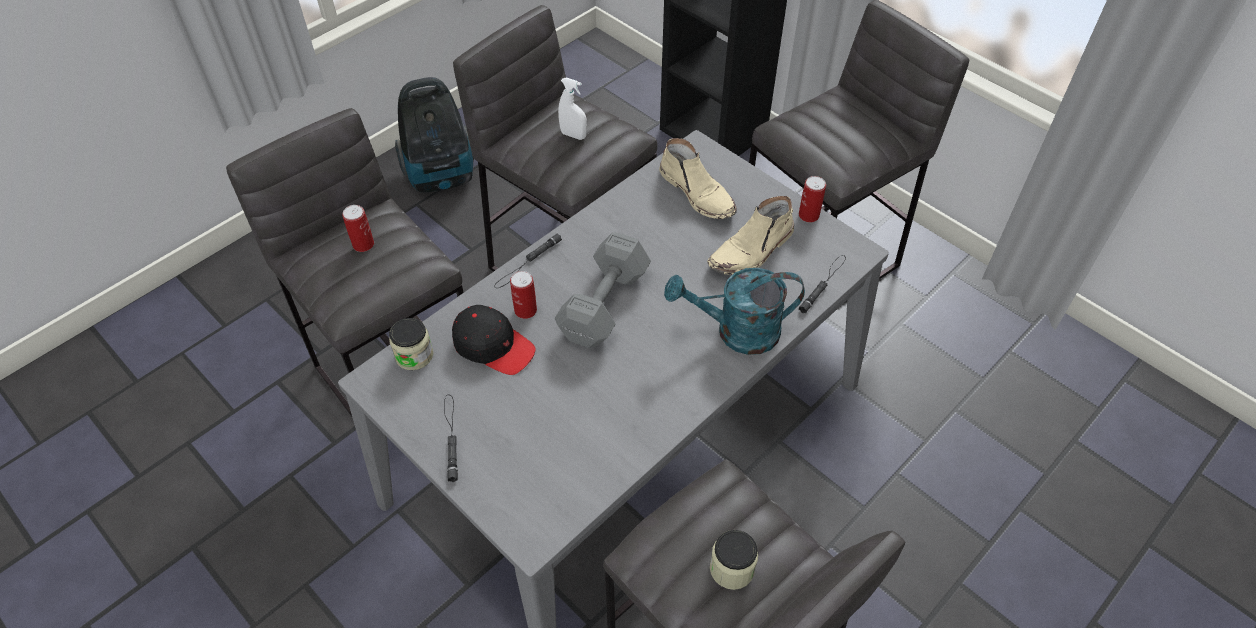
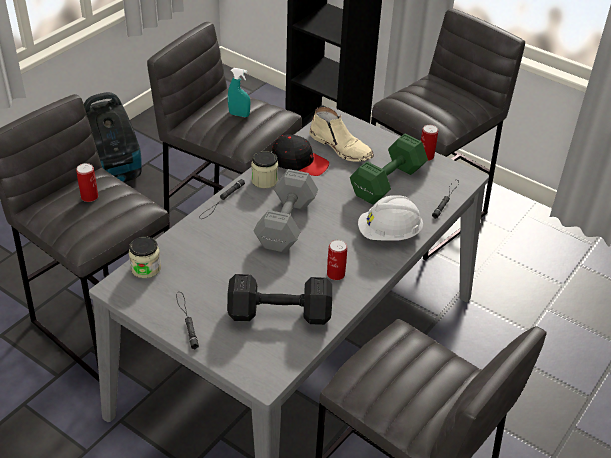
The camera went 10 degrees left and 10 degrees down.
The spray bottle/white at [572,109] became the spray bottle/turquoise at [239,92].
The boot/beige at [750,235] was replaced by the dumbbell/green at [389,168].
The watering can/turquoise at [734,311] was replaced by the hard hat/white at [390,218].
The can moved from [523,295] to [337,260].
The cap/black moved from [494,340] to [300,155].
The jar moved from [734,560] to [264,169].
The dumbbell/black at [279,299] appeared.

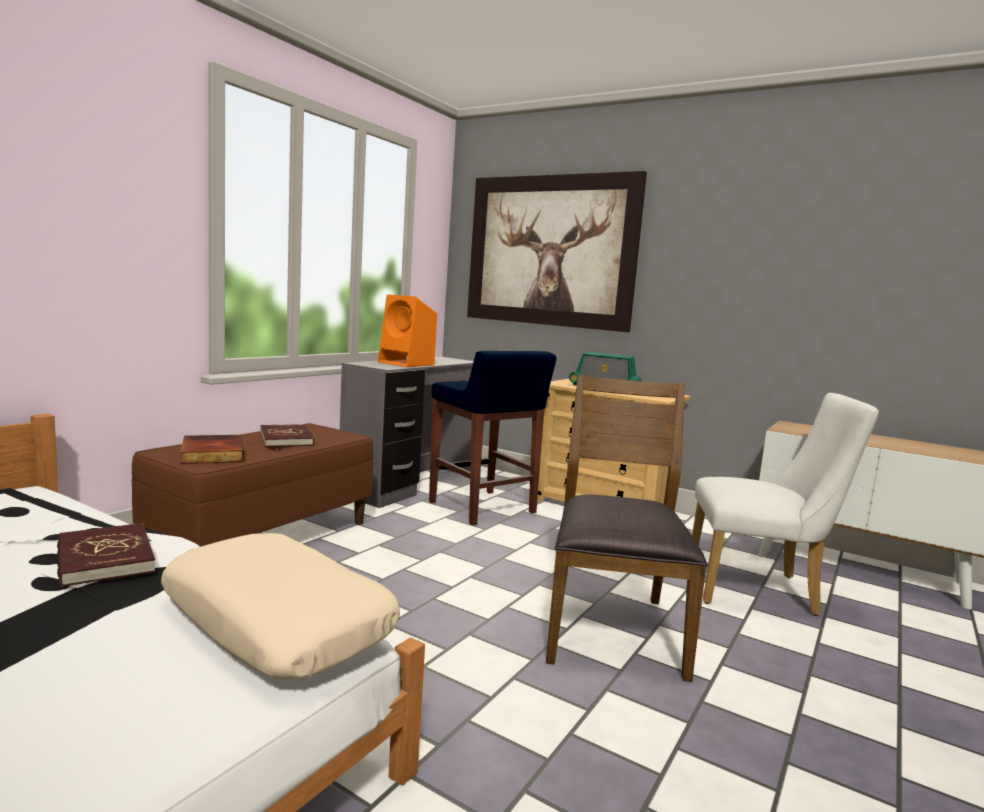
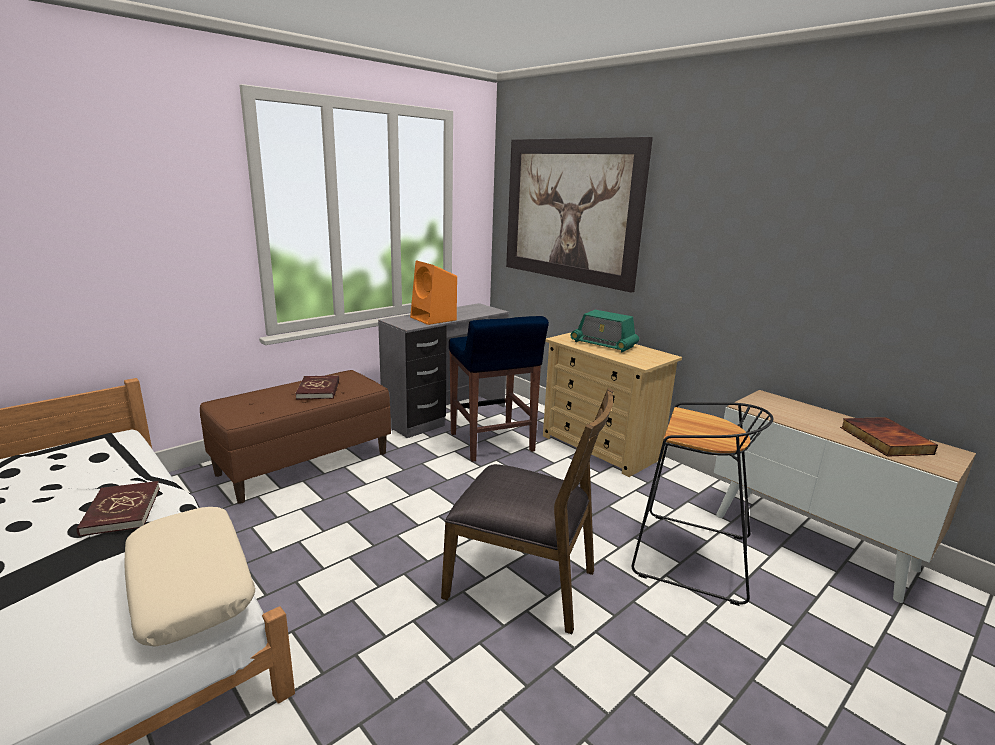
The camera went 15 degrees right and 10 degrees up.
The chair/brown at [627,528] turned 90 degrees clockwise.
The chair/white at [785,504] was replaced by the stool/black at [702,504].
The book moved from [212,449] to [889,437].

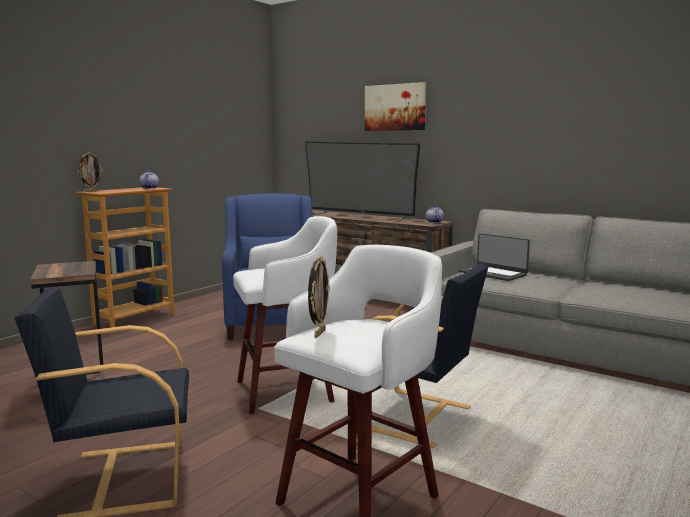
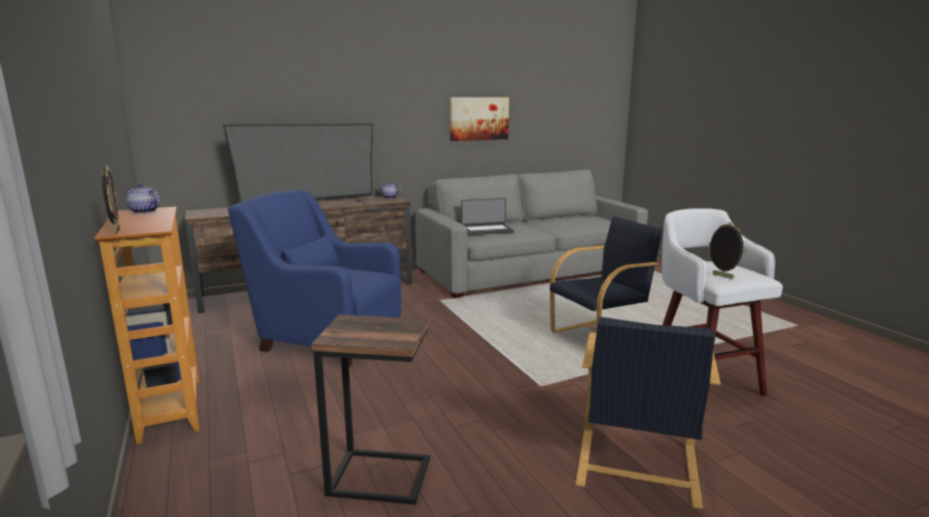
The camera went 60 degrees left and 5 degrees up.
The picture moved from [395,106] to [479,119].
The stool/white at [285,315] disappeared.

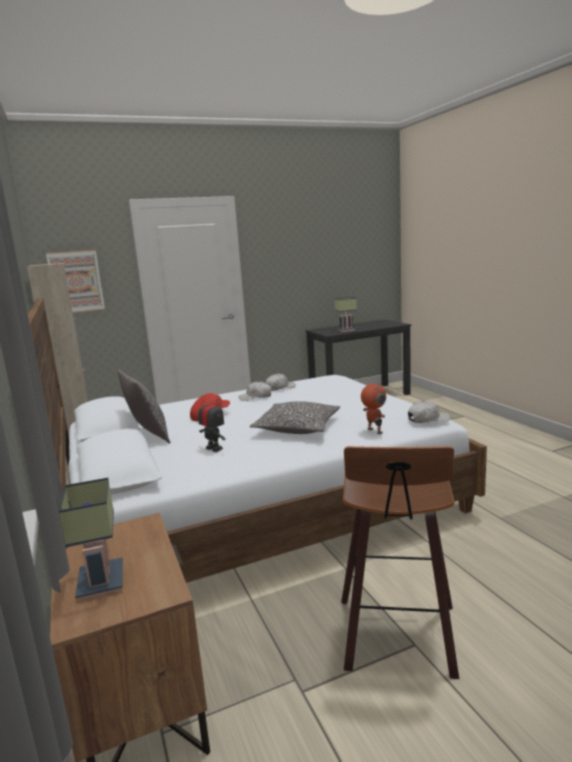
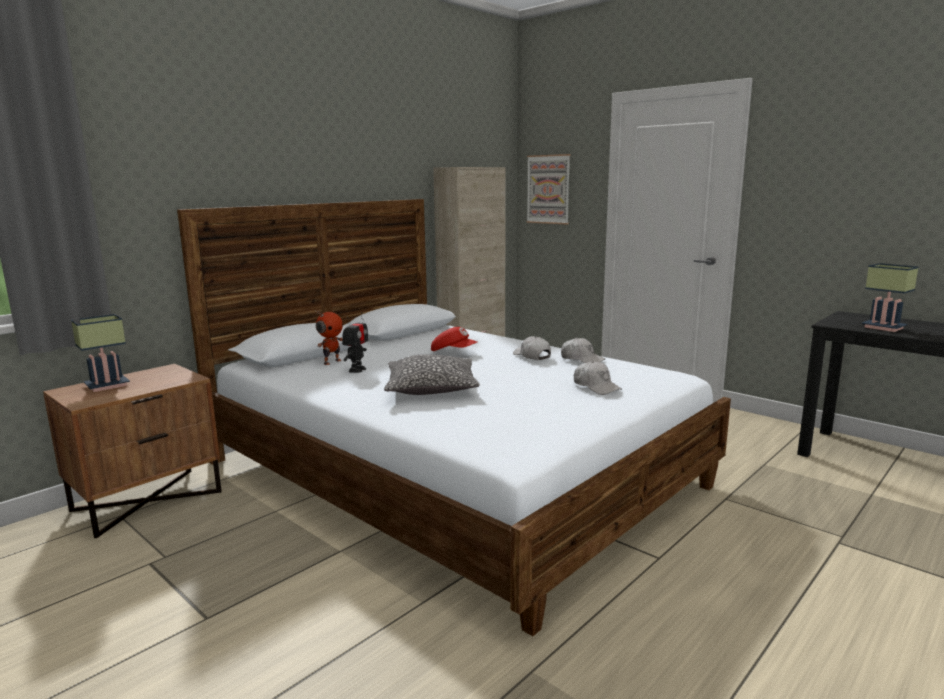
The camera went 65 degrees right and 0 degrees up.
The pillow at [144,406] disappeared.
The toy robot moved from [373,408] to [329,337].
The cap/white moved from [429,412] to [598,378].
The stool at [400,562] disappeared.

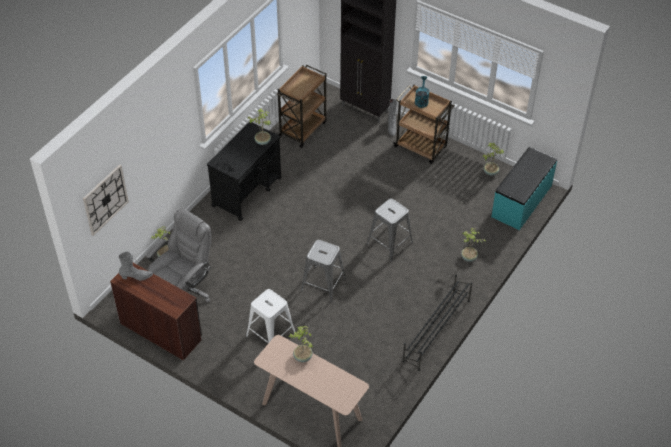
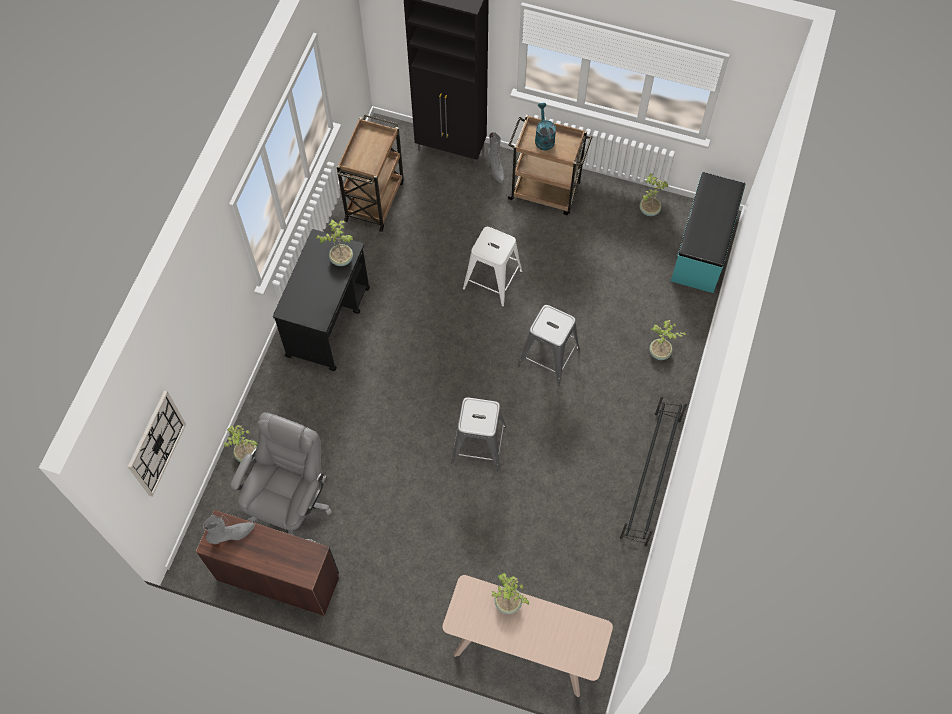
The camera went 15 degrees left and 15 degrees up.
The stool/white moved from [270,316] to [493,267].

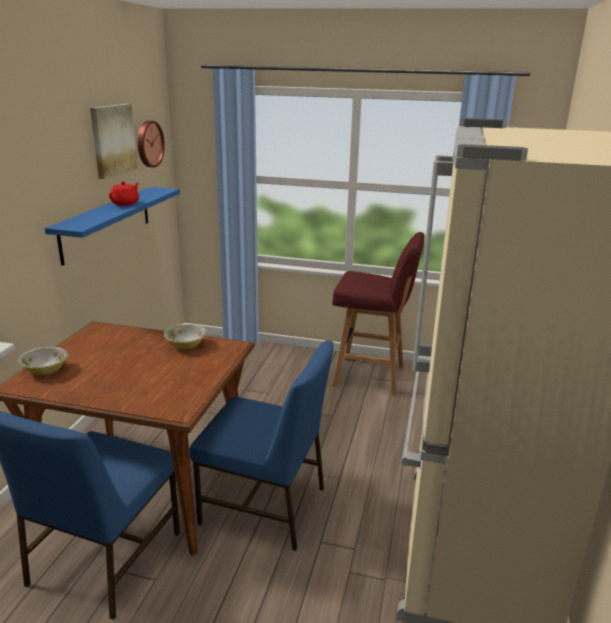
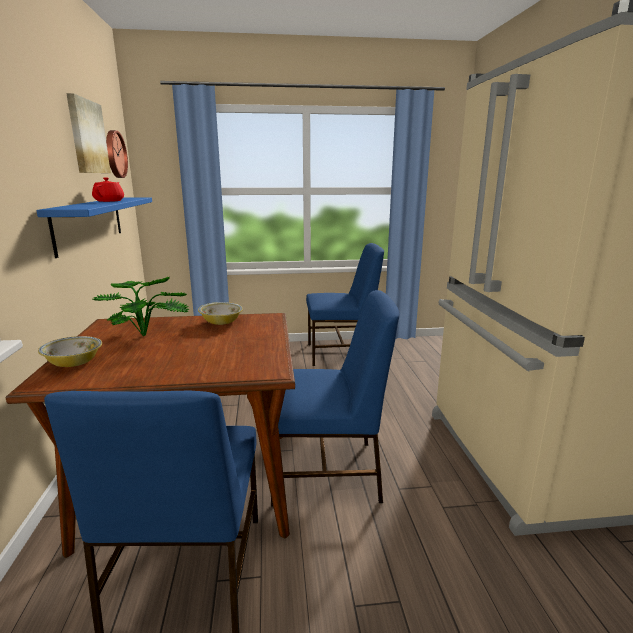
The camera went 20 degrees left and 5 degrees down.
The stool/red at [378,314] was replaced by the chair/blue at [345,304].
The potted plant at [141,306] appeared.

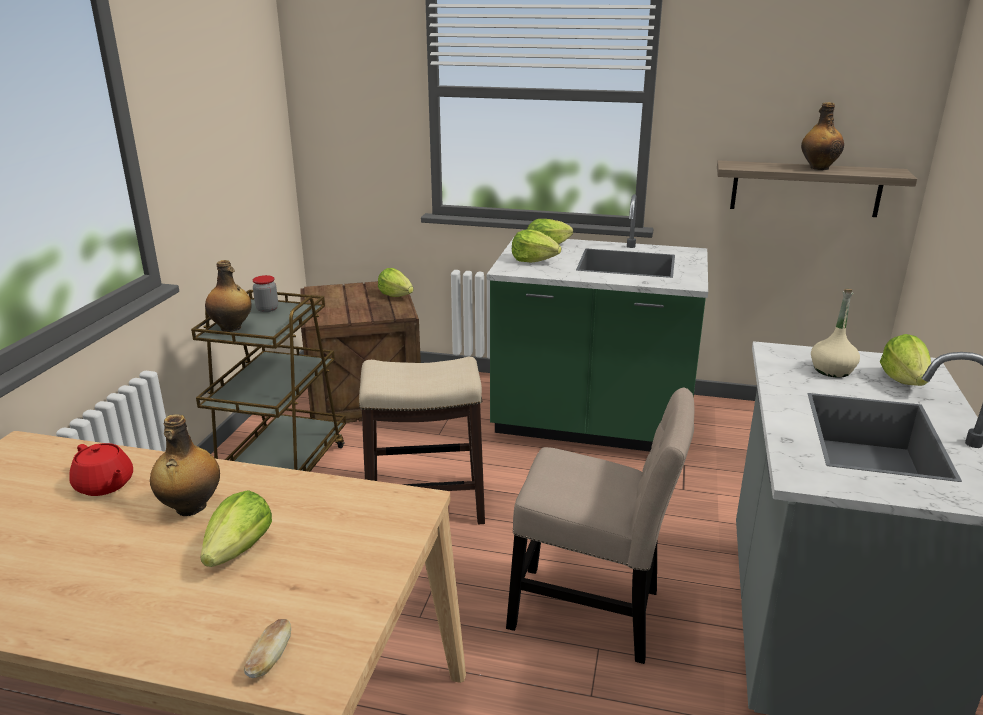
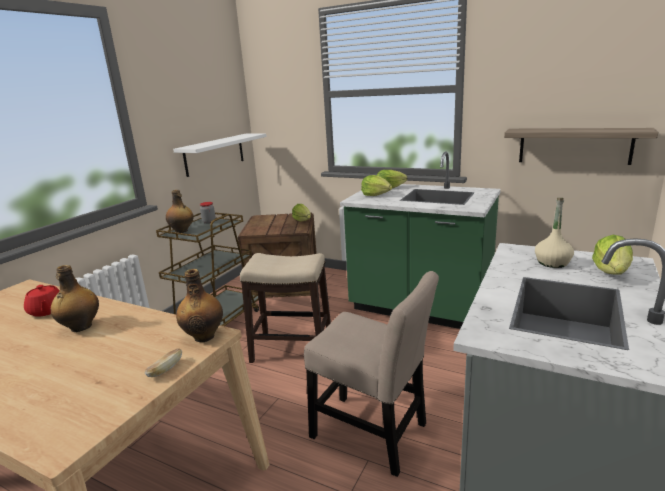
The camera went 15 degrees right and 5 degrees down.
The bottle moved from [822,136] to [199,305].
The lettuce at [236,528] disappeared.
The bread moved from [267,648] to [163,362].
The shelf/white at [220,155] appeared.

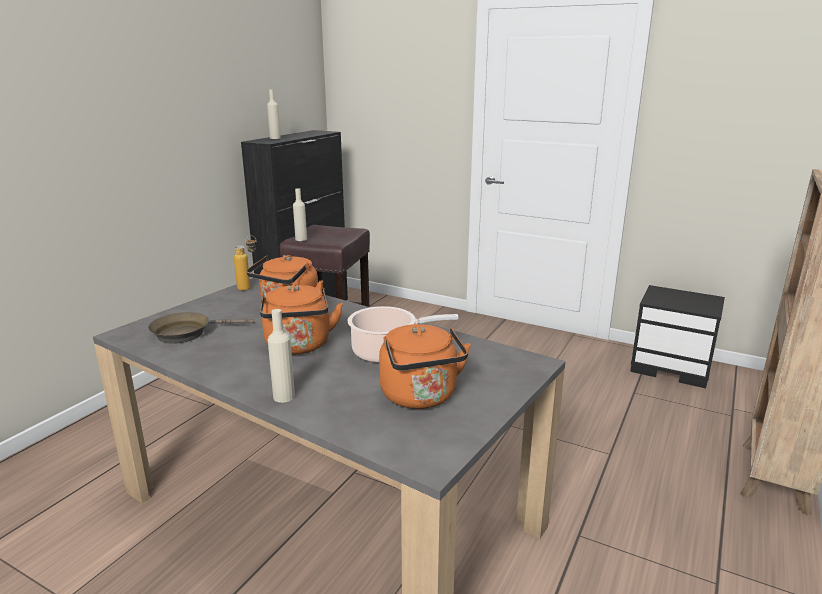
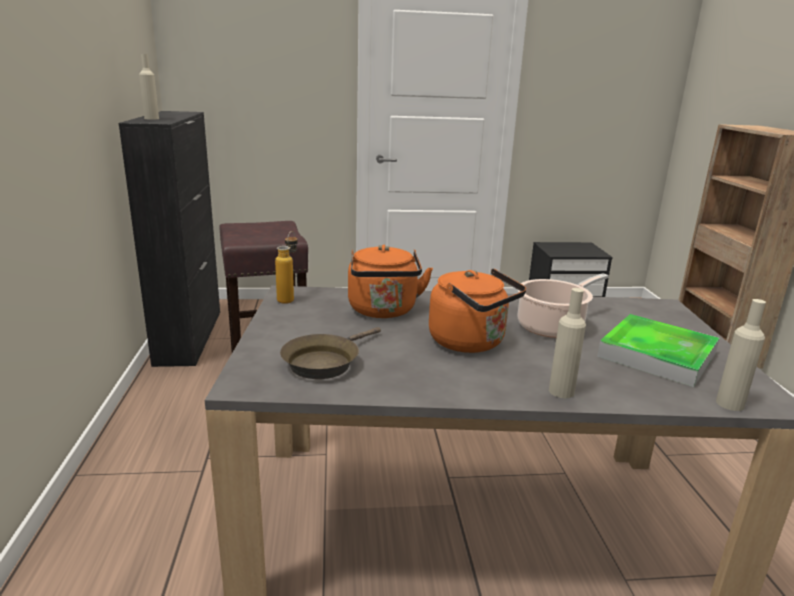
The camera went 35 degrees left and 0 degrees up.
The bottle/beige moved from [300,214] to [741,355].
The kettle/orange at [425,366] was replaced by the tray at [658,350].

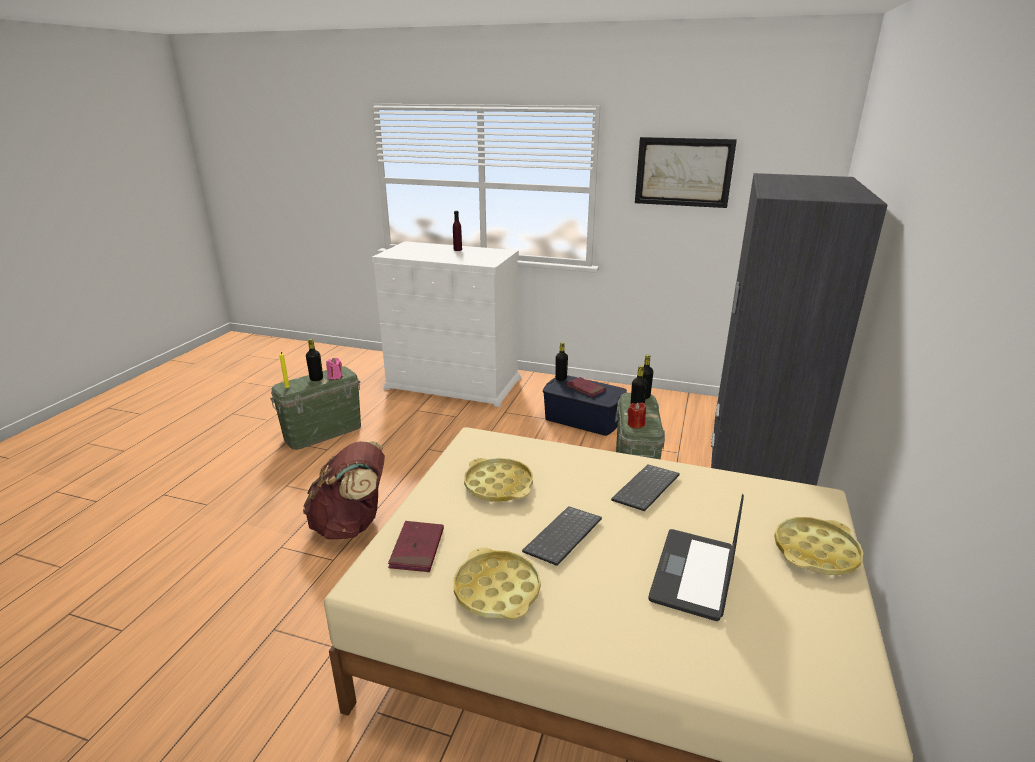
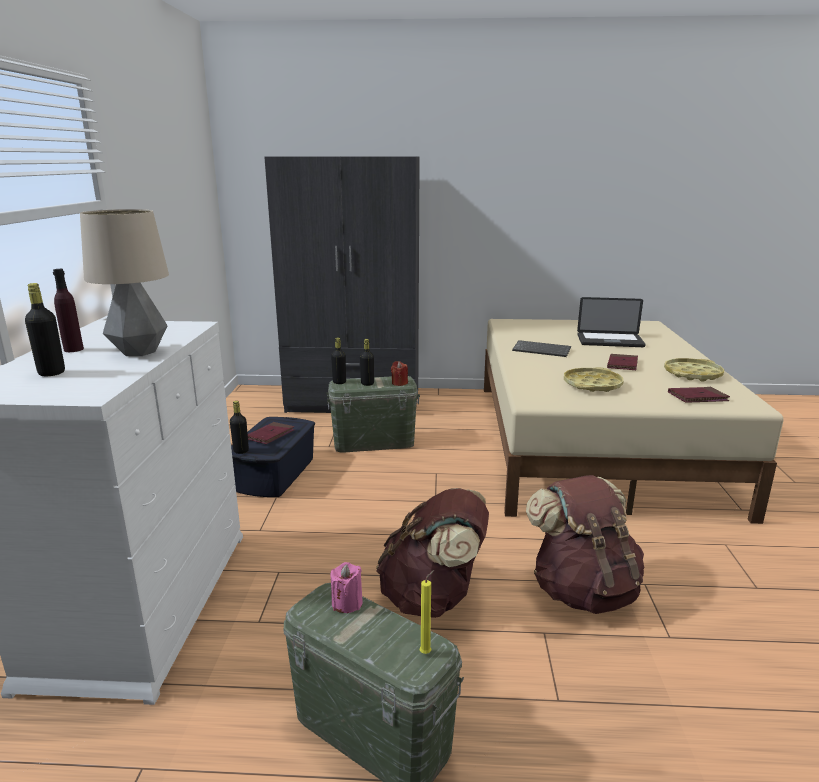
The camera went 105 degrees left and 5 degrees down.
The picture at [686,172] disappeared.
The bottle/black moved from [314,360] to [45,329].
The keyboard at [562,536] was replaced by the book/red at [622,362].
The tray/yellow at [818,546] disappeared.
The table lamp at [124,282] appeared.
The backpack/brown at [432,553] appeared.

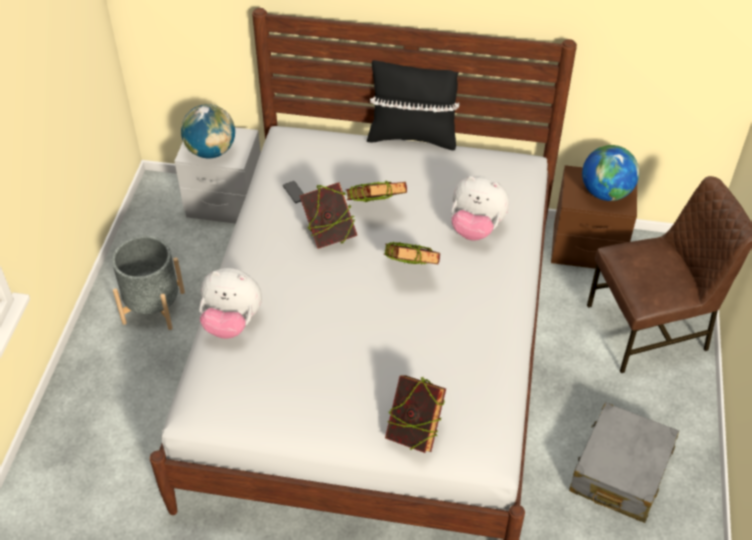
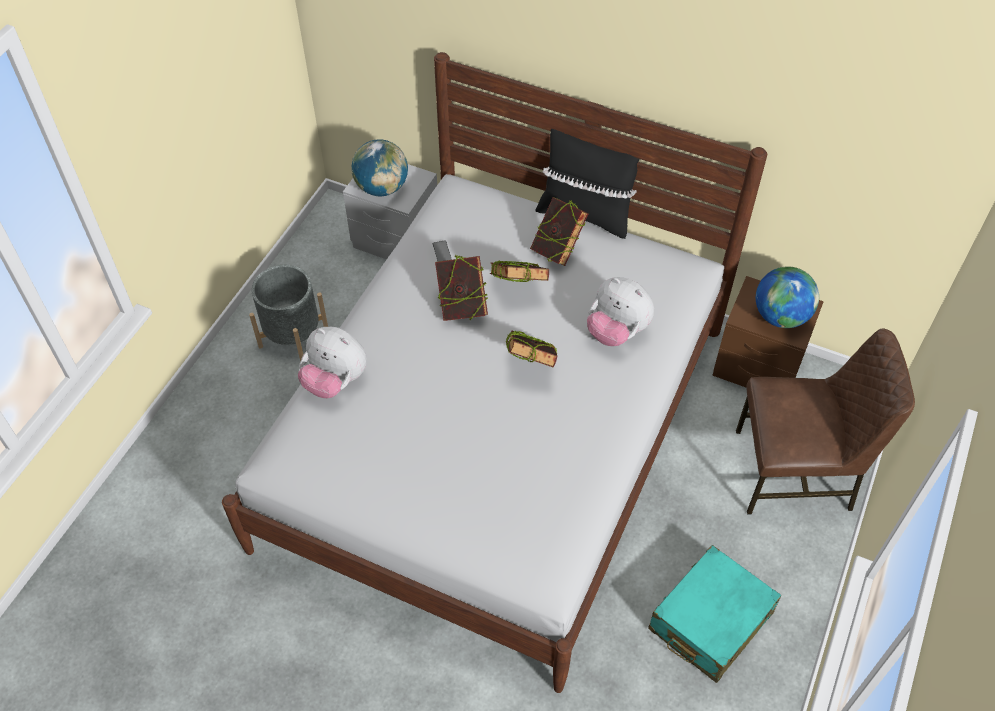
The camera went 15 degrees right and 5 degrees up.
The book moved from [415,414] to [559,231].
The suitcase/grey at [624,462] became the suitcase/turquoise at [714,614].

